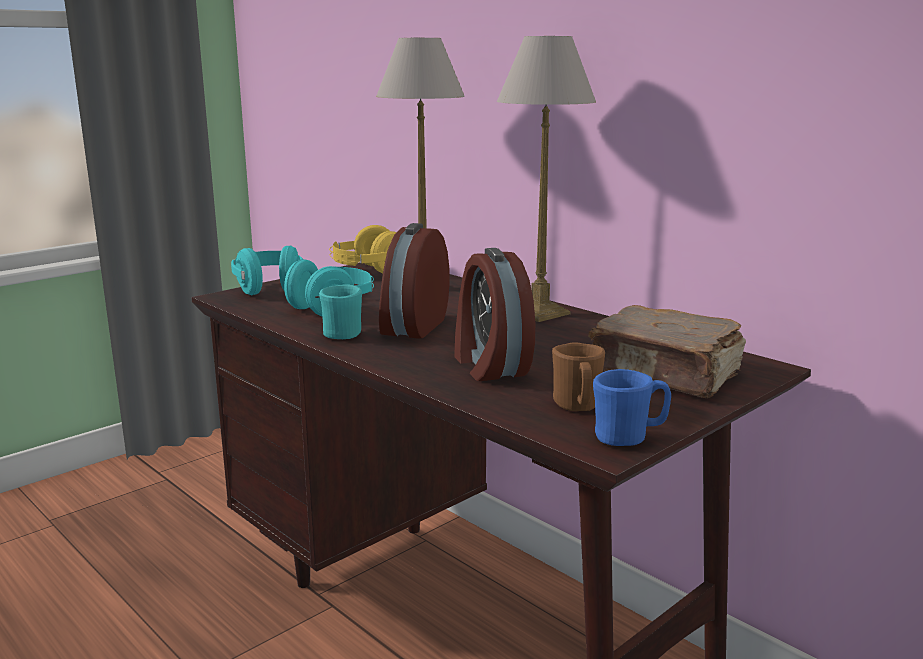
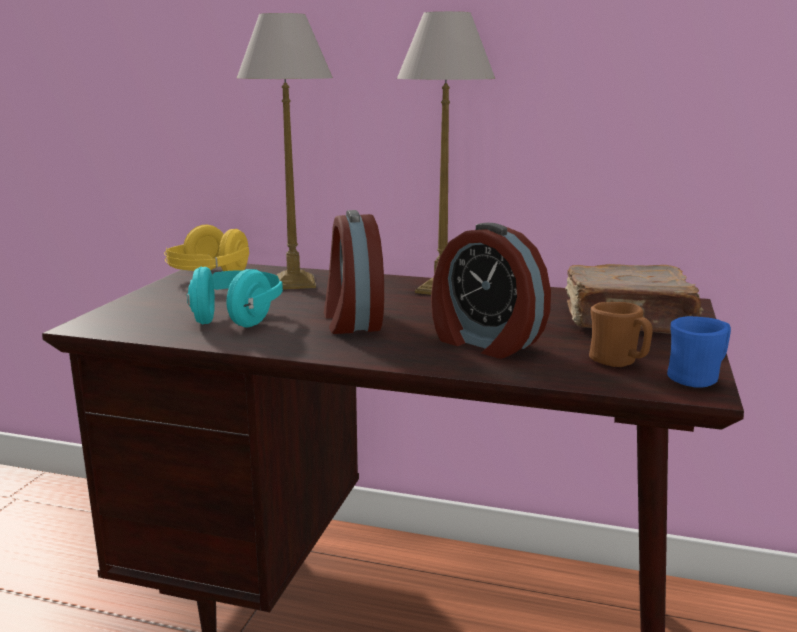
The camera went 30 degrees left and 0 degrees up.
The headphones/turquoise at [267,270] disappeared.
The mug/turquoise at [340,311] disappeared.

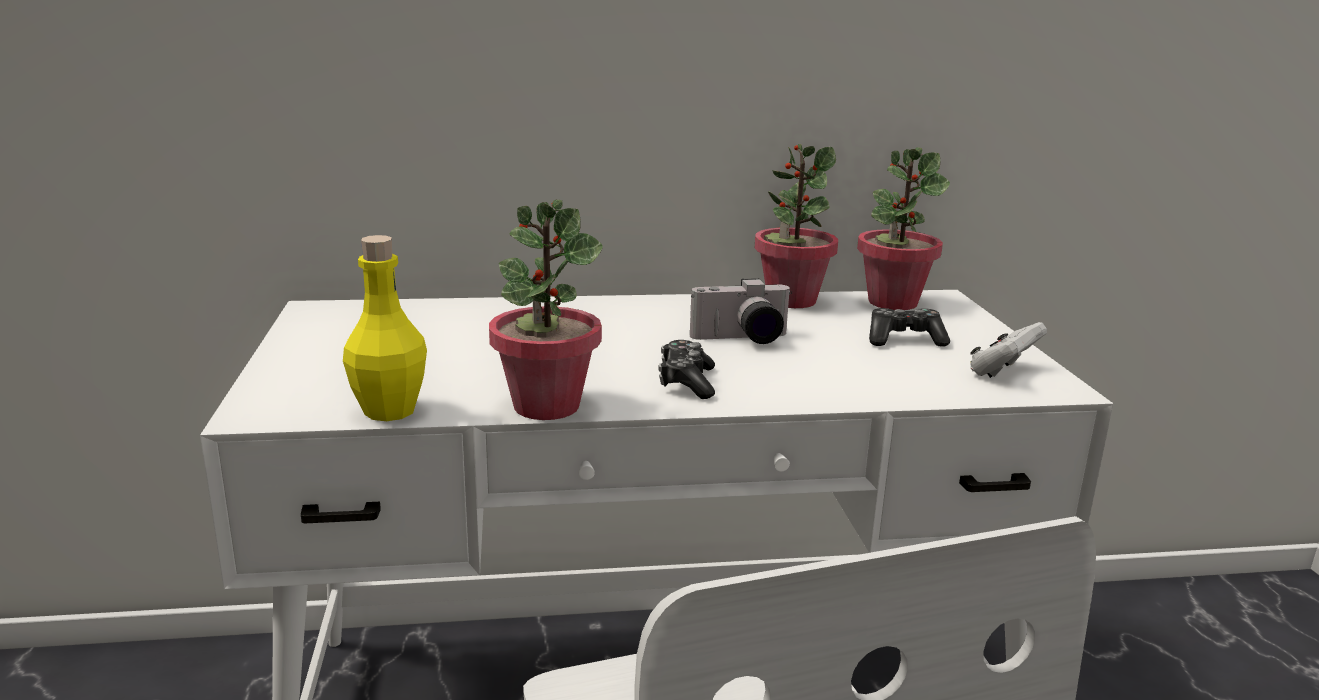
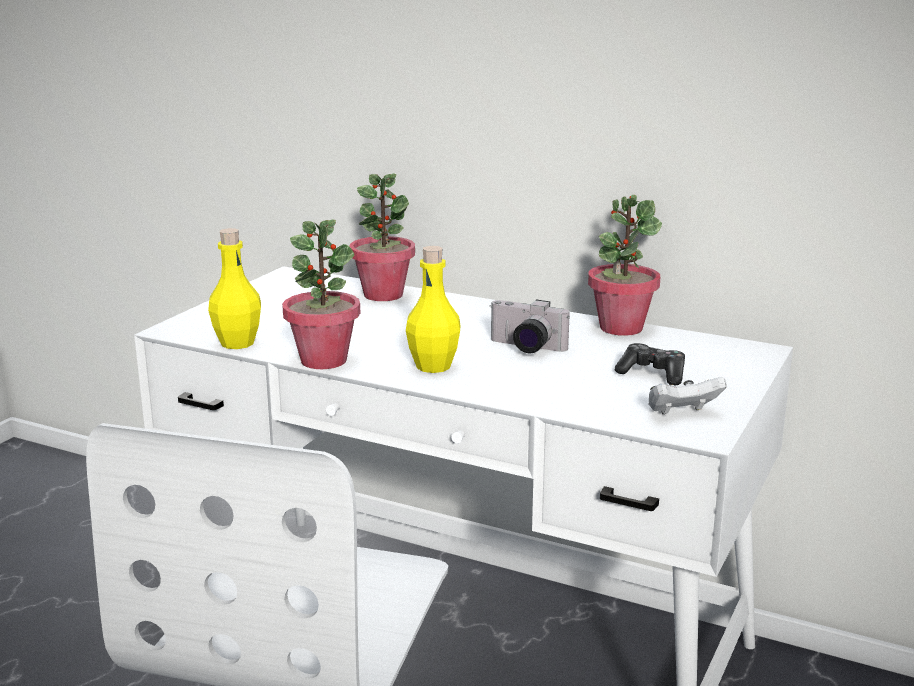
The camera went 35 degrees right and 0 degrees up.
The potted plant moved from [903,228] to [382,237].
The game controller at [686,369] was replaced by the bottle/yellow at [433,309].

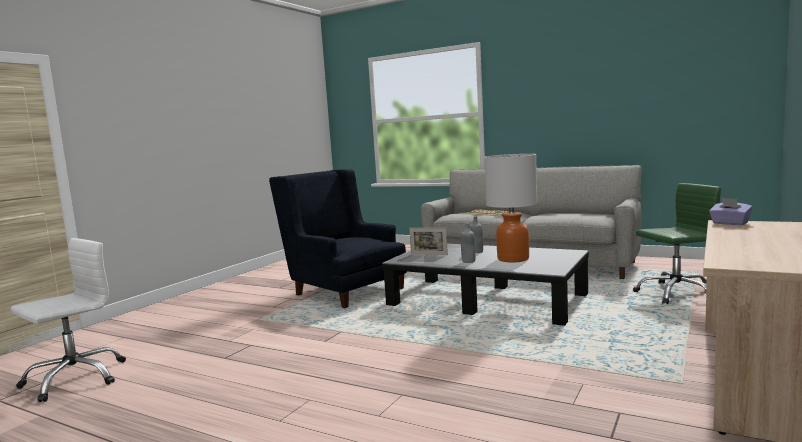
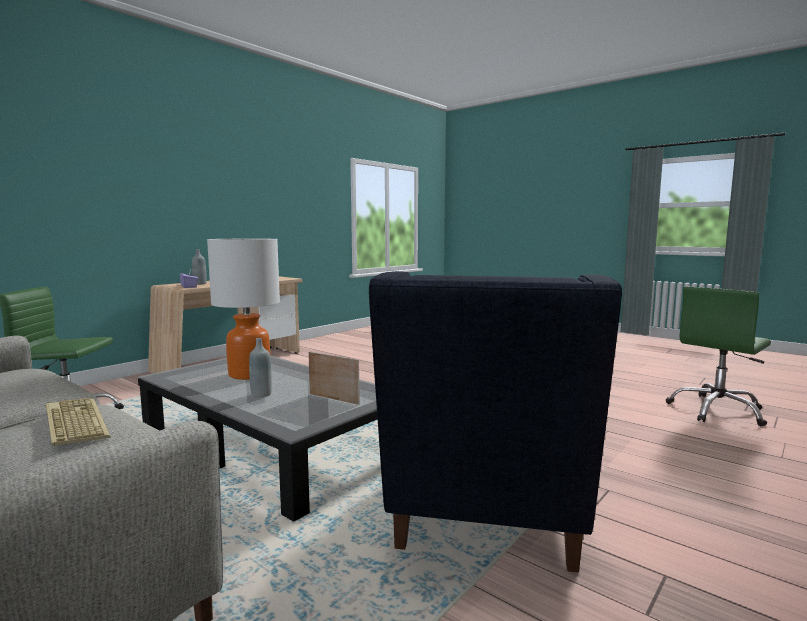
The camera went 170 degrees left and 0 degrees up.
The armchair/blue at [338,238] turned 45 degrees clockwise.
The bottle/grey moved from [468,243] to [199,267].
The office chair/white at [68,320] became the office chair/green at [718,357].

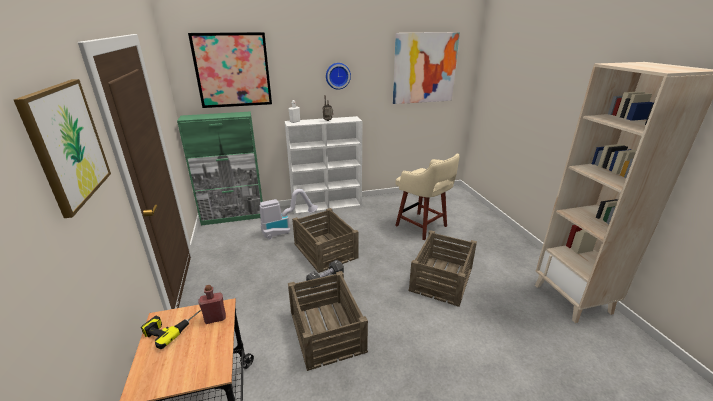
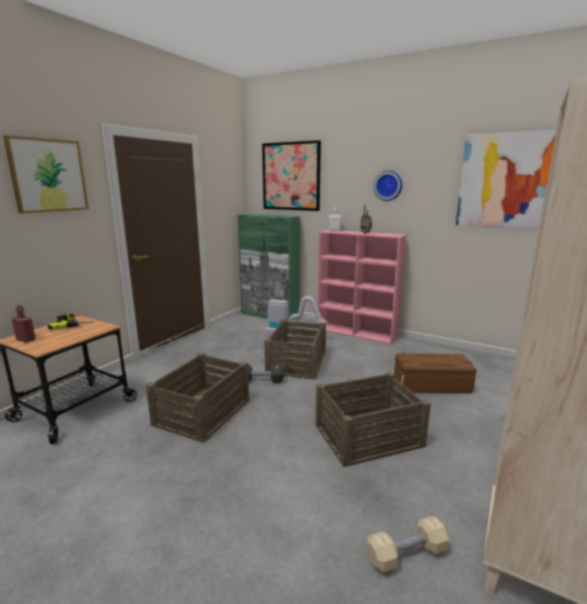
The camera went 45 degrees right and 10 degrees down.
The bookcase/white at [323,165] became the bookcase/pink at [362,287].
The stool/beige at [427,196] was replaced by the storage box/brown at [435,373].
The bottle/red moved from [212,304] to [23,324].
The dumbbell/beige at [408,544] appeared.

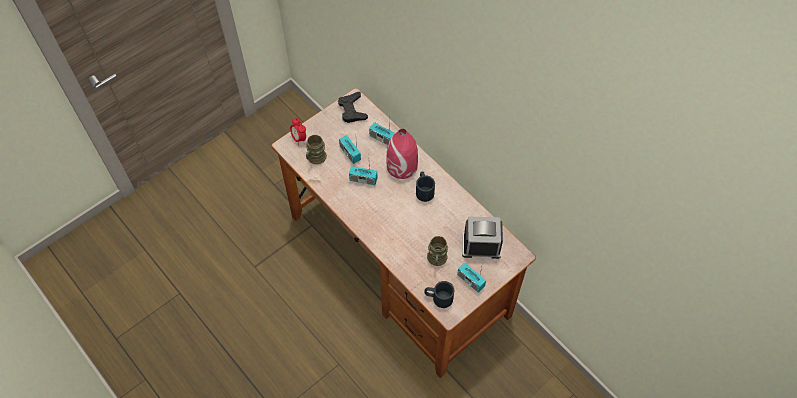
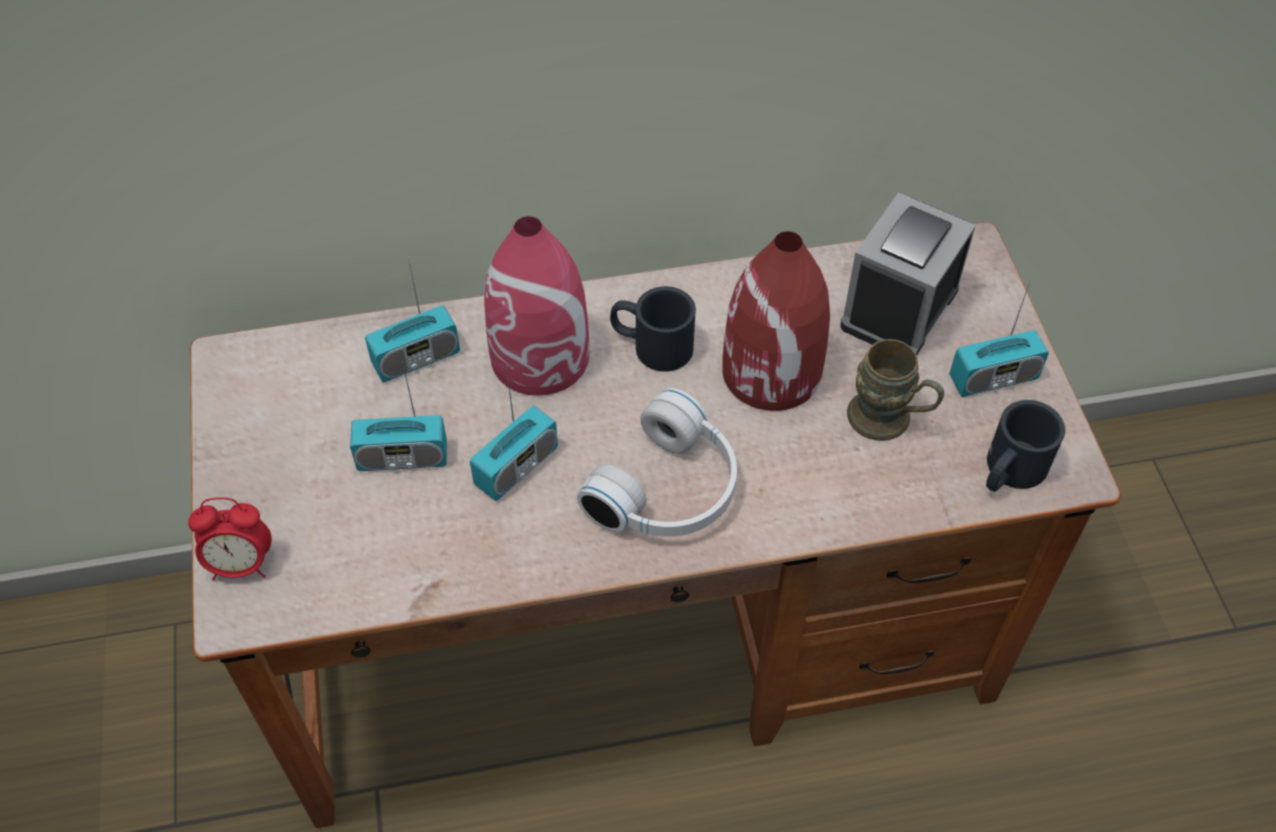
The camera went 60 degrees left and 5 degrees down.
The game controller/black at [353,107] disappeared.
The mug/brown at [316,149] disappeared.
The vase/red at [776,321] appeared.
The headphones/white at [657,462] appeared.

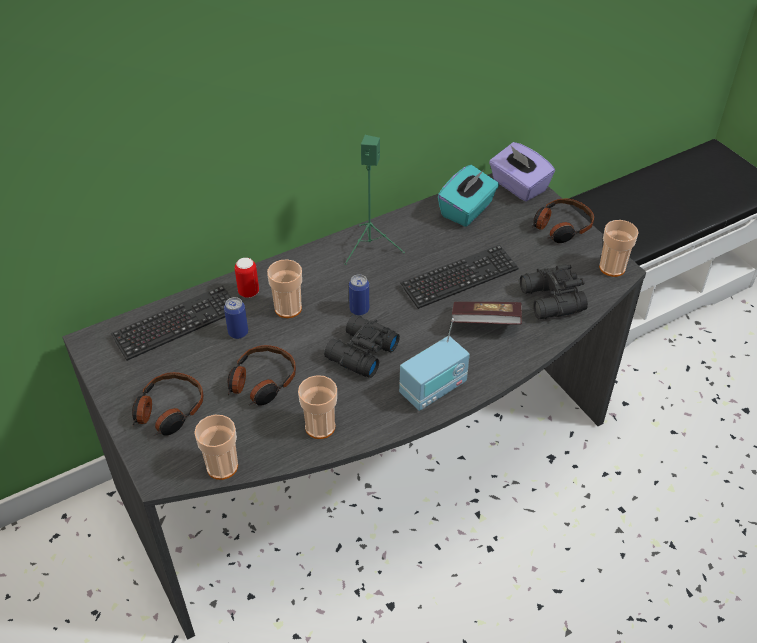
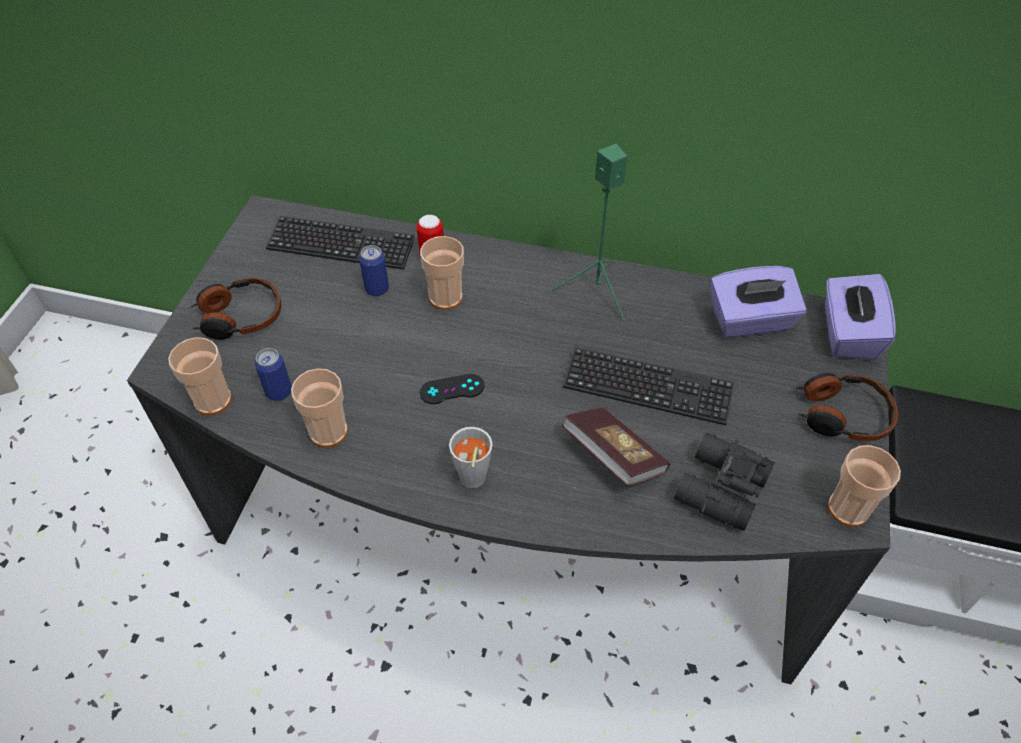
The camera went 45 degrees right and 5 degrees up.
The tissue box/turquoise at [468,196] became the tissue box/purple at [758,302].
The can moved from [359,295] to [273,374].
The binoculars/black at [362,346] was replaced by the game controller/black at [452,389].
The radio at [434,364] was replaced by the cup/grey at [471,457].
The headphones at [262,375] disappeared.

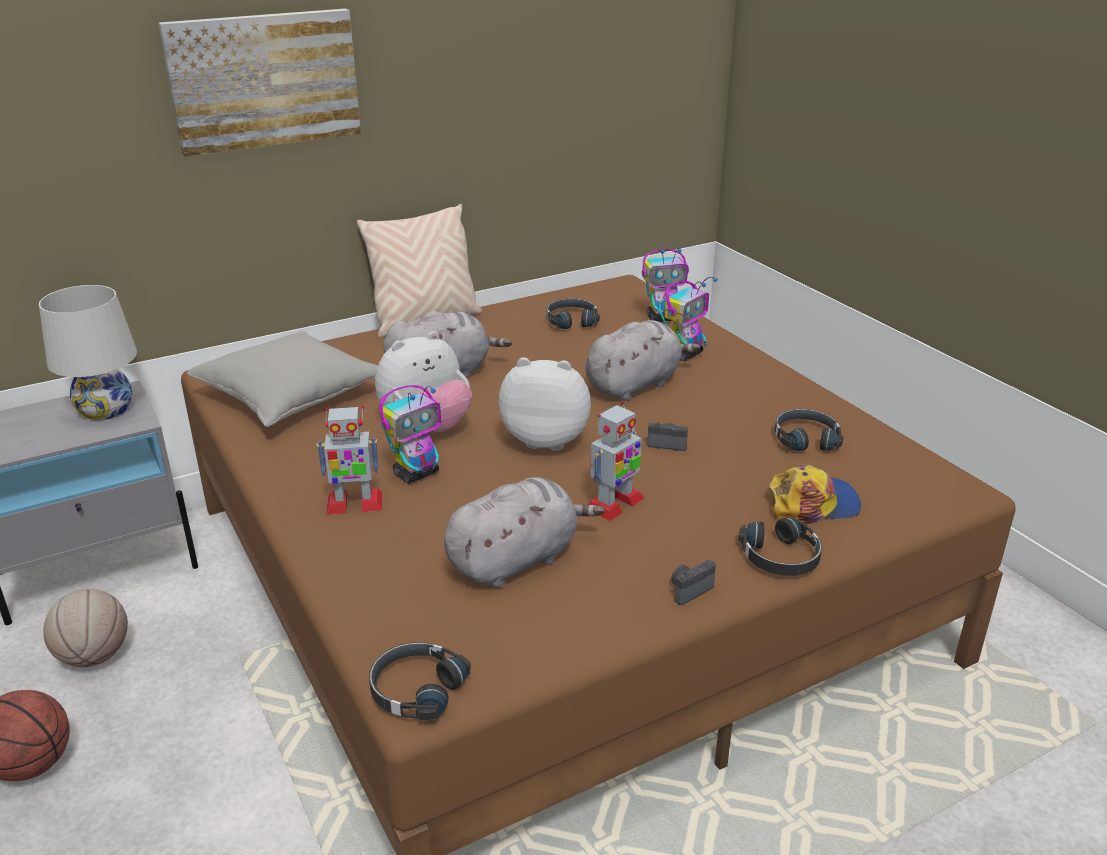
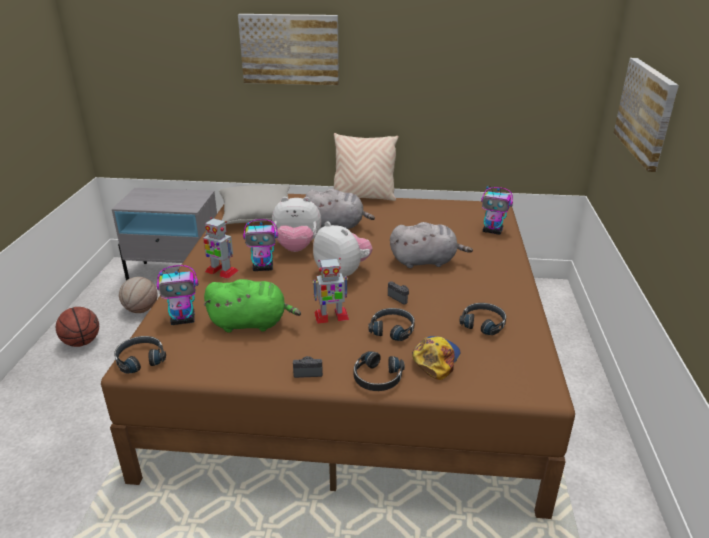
The camera went 35 degrees right and 0 degrees up.
The toy robot moved from [688,319] to [177,295].
The table lamp/white at [88,352] disappeared.
The headphones/black moved from [573,313] to [392,324].
The cap at [815,494] turned 90 degrees counterclockwise.
The plush toy/grey at [524,532] became the plush toy/green at [252,306].
The picture at [646,115] appeared.

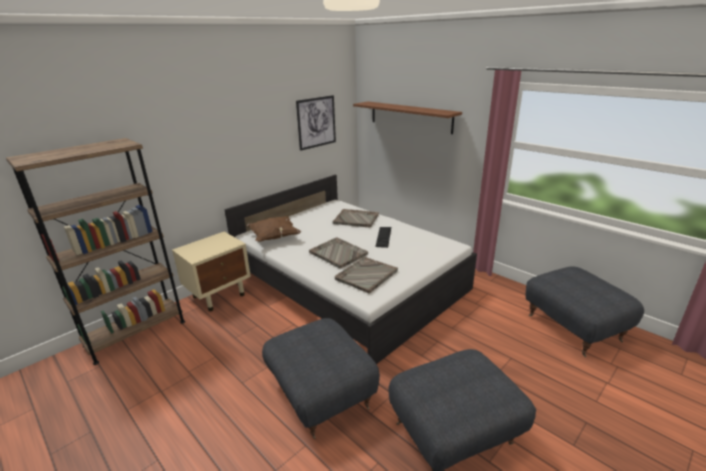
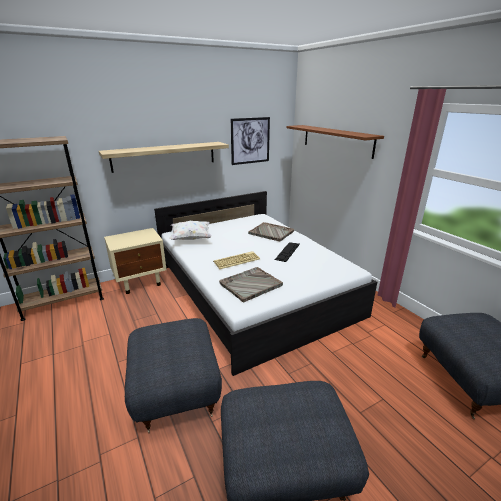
The camera went 15 degrees right and 0 degrees up.
The pillow/brown at [274,229] became the pillow/white at [190,230].
The tray/grey at [338,252] was replaced by the keyboard at [236,260].
The shelf at [164,157] appeared.

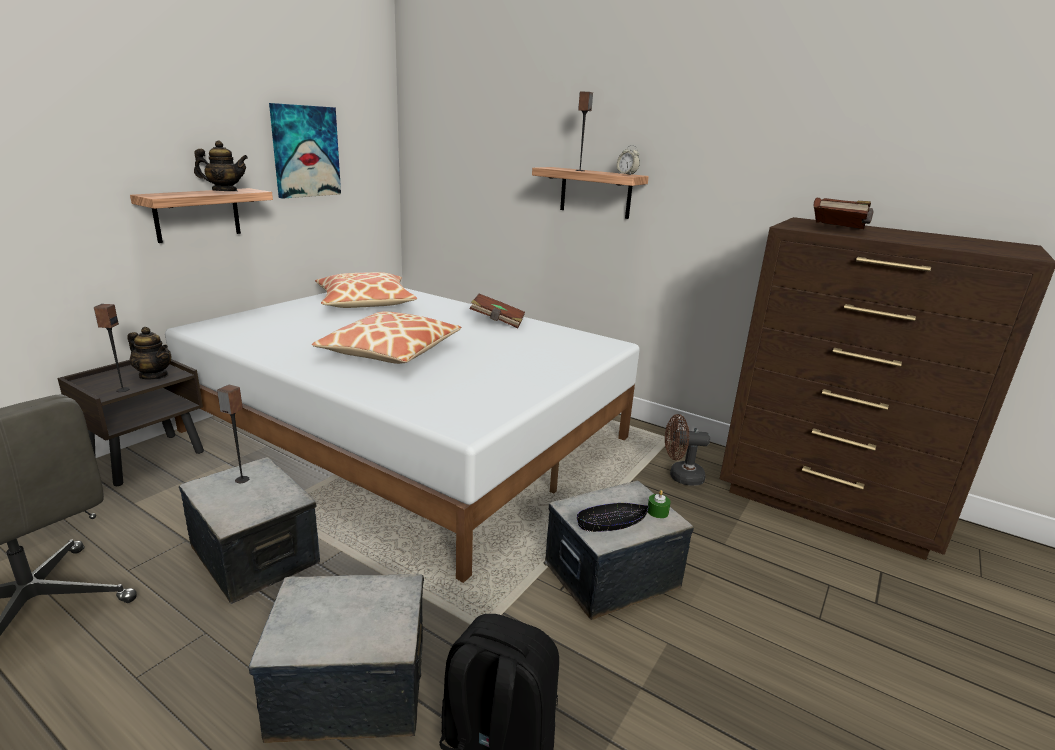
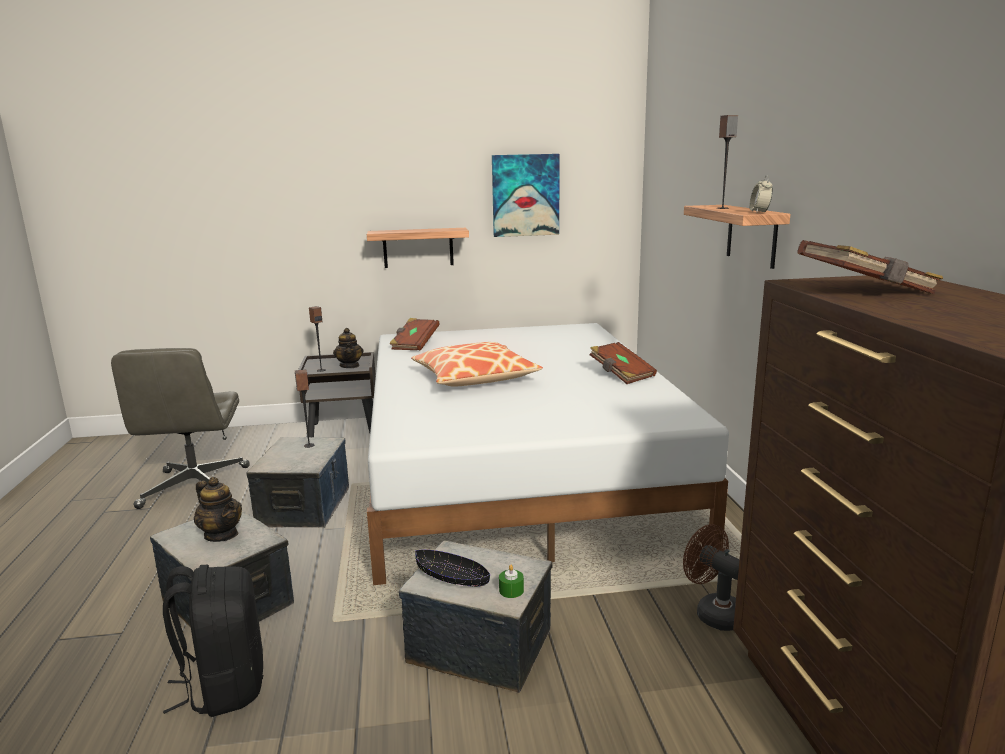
The camera went 50 degrees right and 5 degrees down.
The teapot moved from [221,165] to [218,509].
The pillow at [366,290] disappeared.
The book/brown at [414,334] appeared.

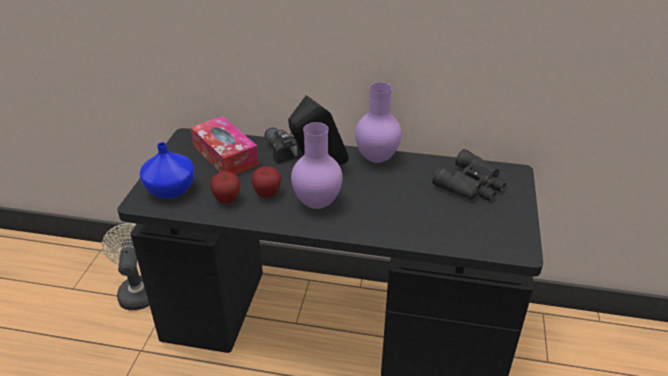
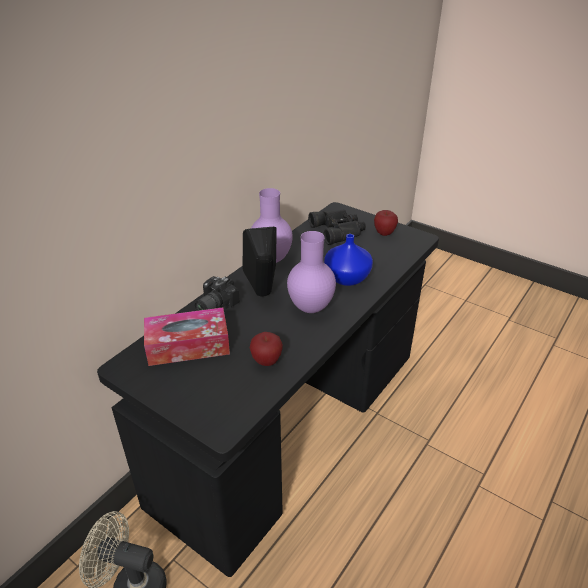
The camera went 65 degrees left and 0 degrees up.
The photo camera at [284,145] turned 45 degrees counterclockwise.
The vase/blue moved from [167,170] to [348,260].
The apple moved from [266,181] to [386,223].

